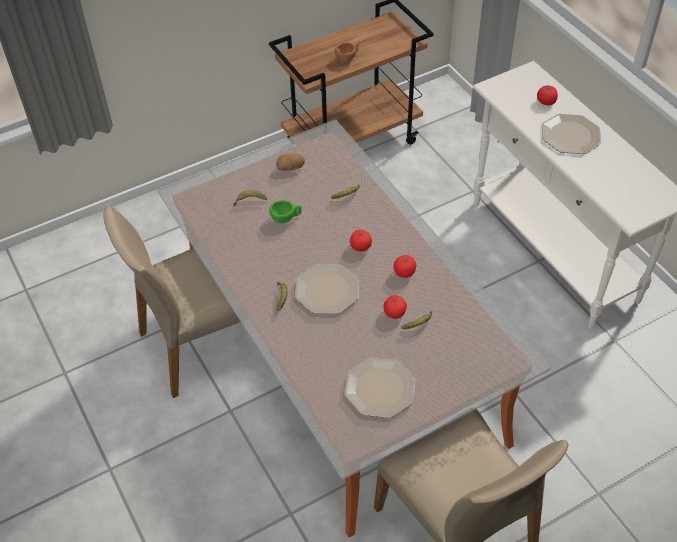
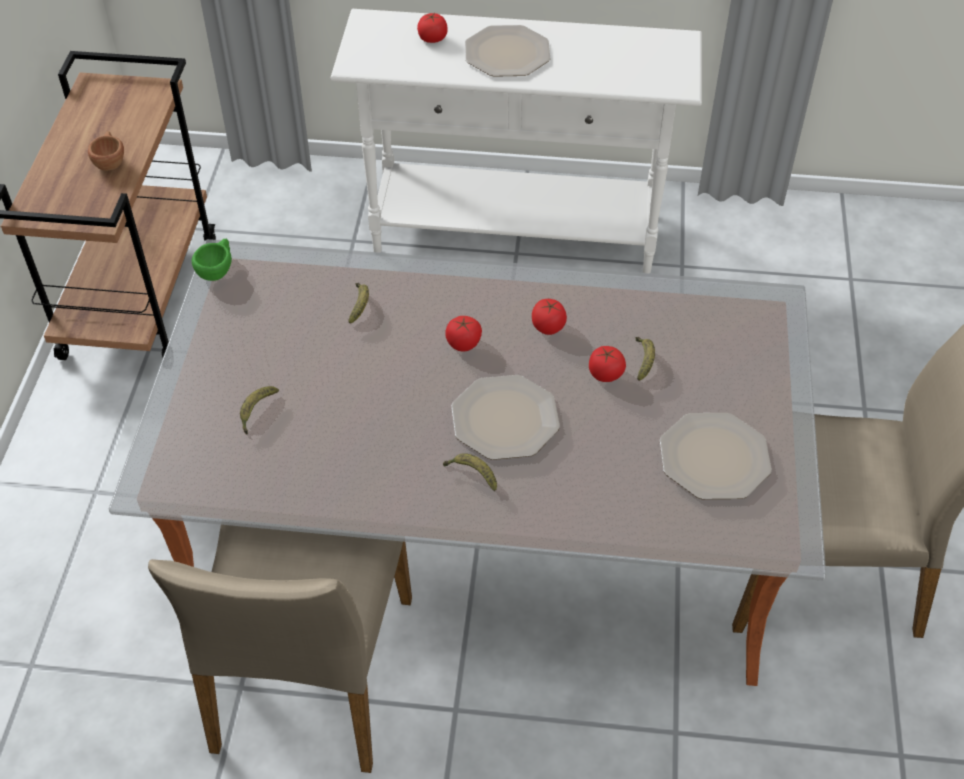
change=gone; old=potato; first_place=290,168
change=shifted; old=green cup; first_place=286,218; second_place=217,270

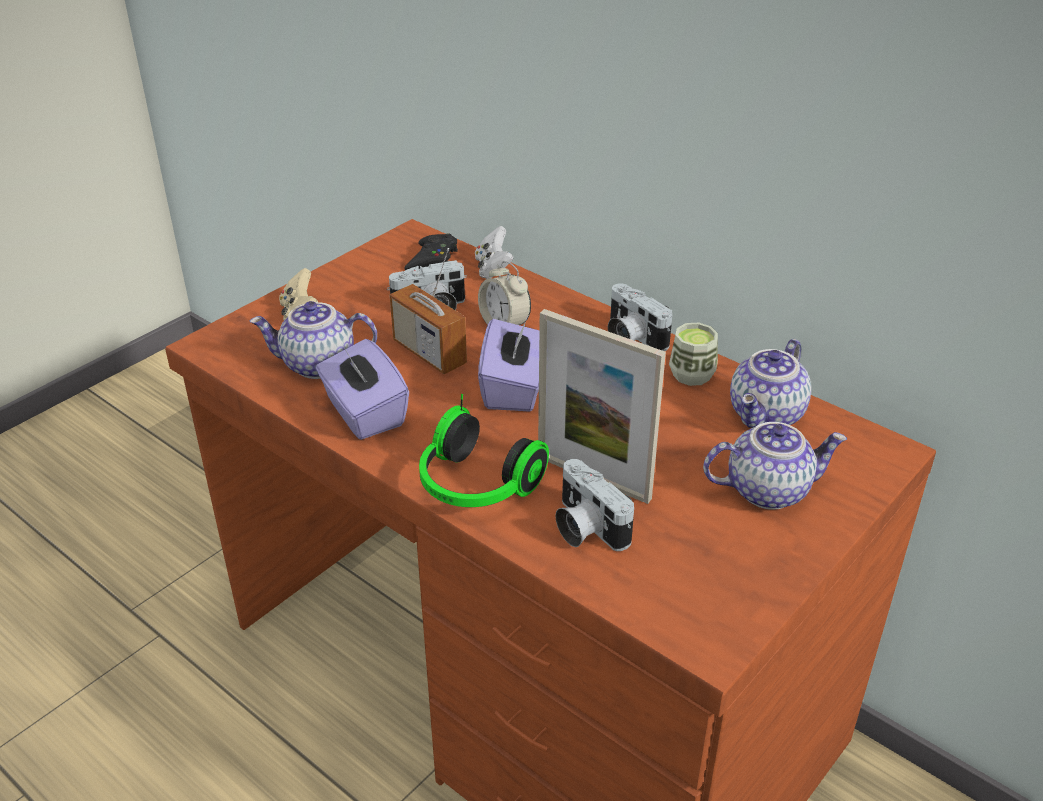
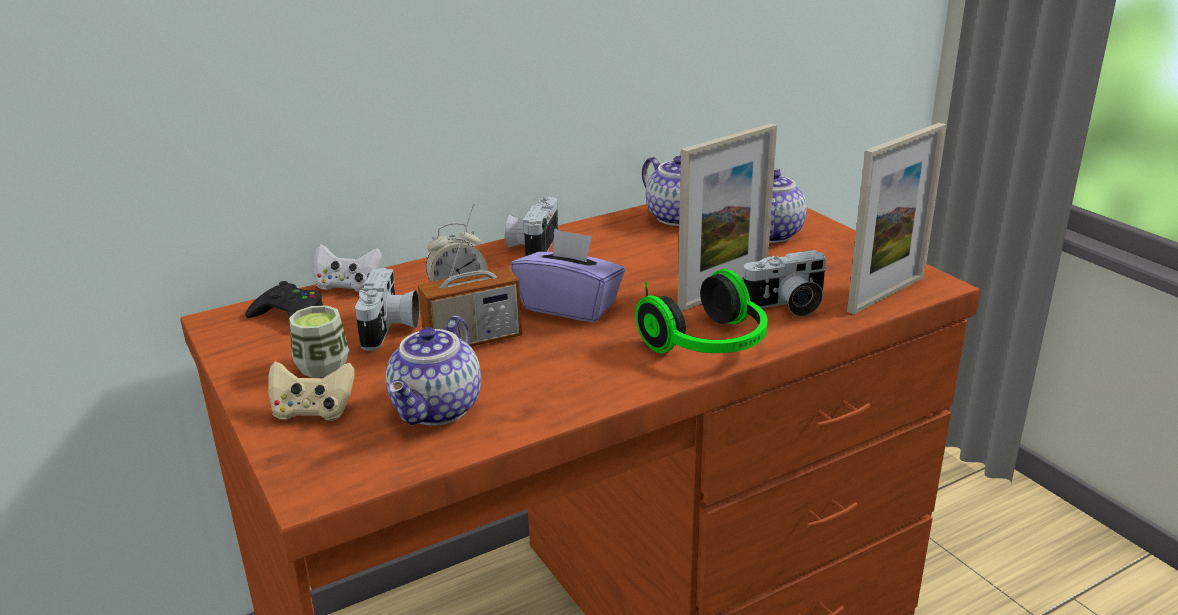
change=gone; old=purple tissue box; first_place=364,413
change=new; new=picture frame; second_place=886,294
change=shifted; old=cup; first_place=691,374; second_place=322,366
change=rotated; old=photo camera; first_place=630,337; second_place=532,245; degrees=120

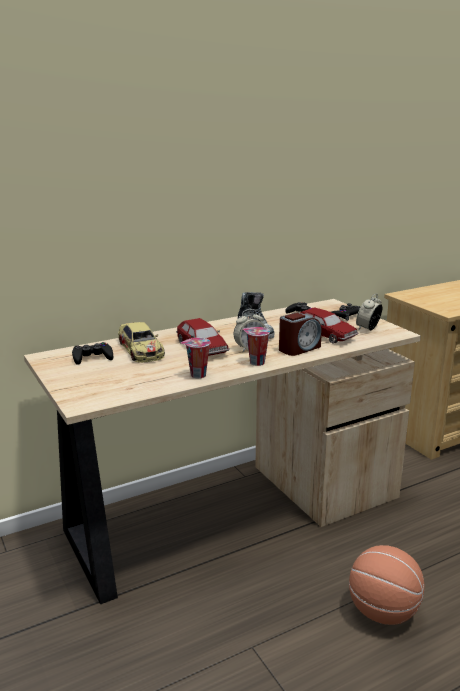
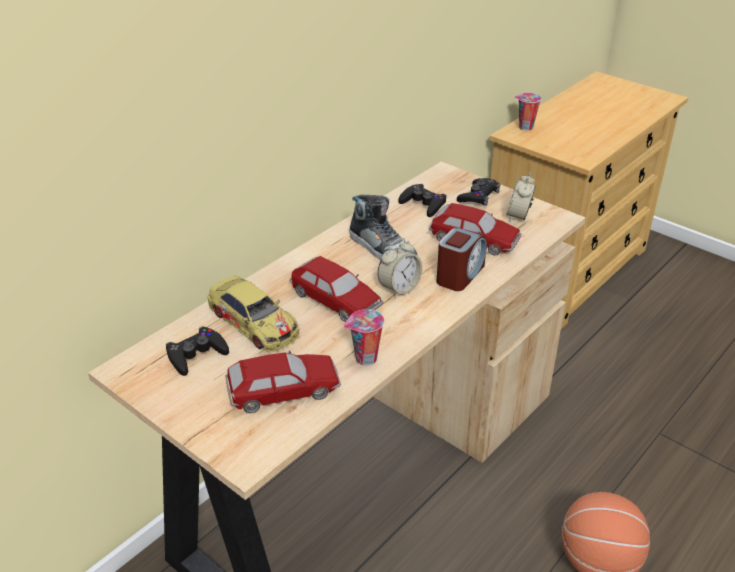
change=new; new=toy car; second_place=283,390
change=shifted; old=cup; first_place=256,363; second_place=524,127

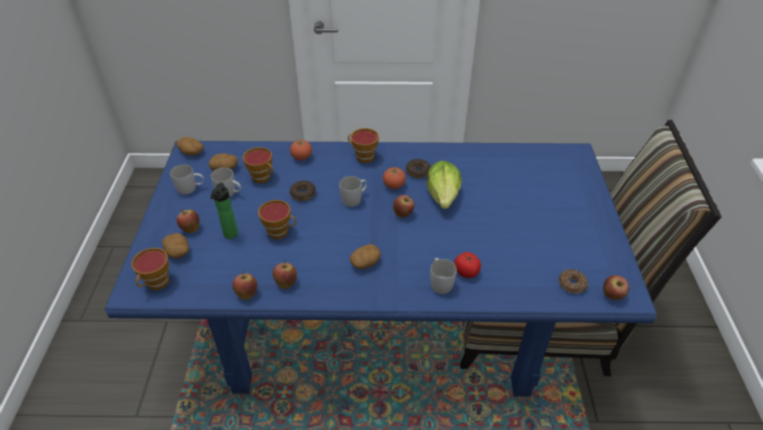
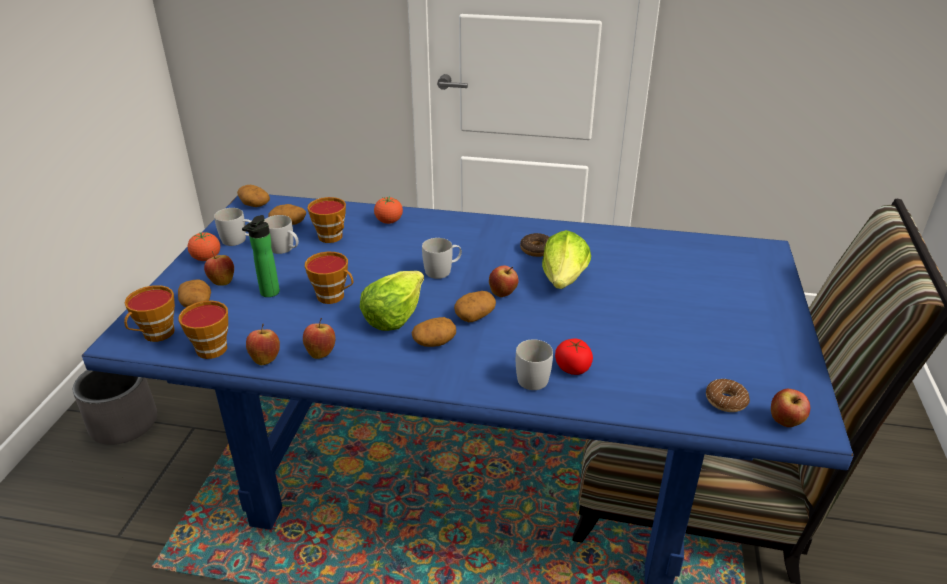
change=gone; old=donut; first_place=303,194
change=new; new=grey planter; second_place=124,423
change=new; new=lettuce; second_place=393,315
change=new; new=potato; second_place=475,315
change=shifted; old=cup; first_place=362,156; second_place=208,348
change=shifted; old=tomato; first_place=394,186; second_place=206,258

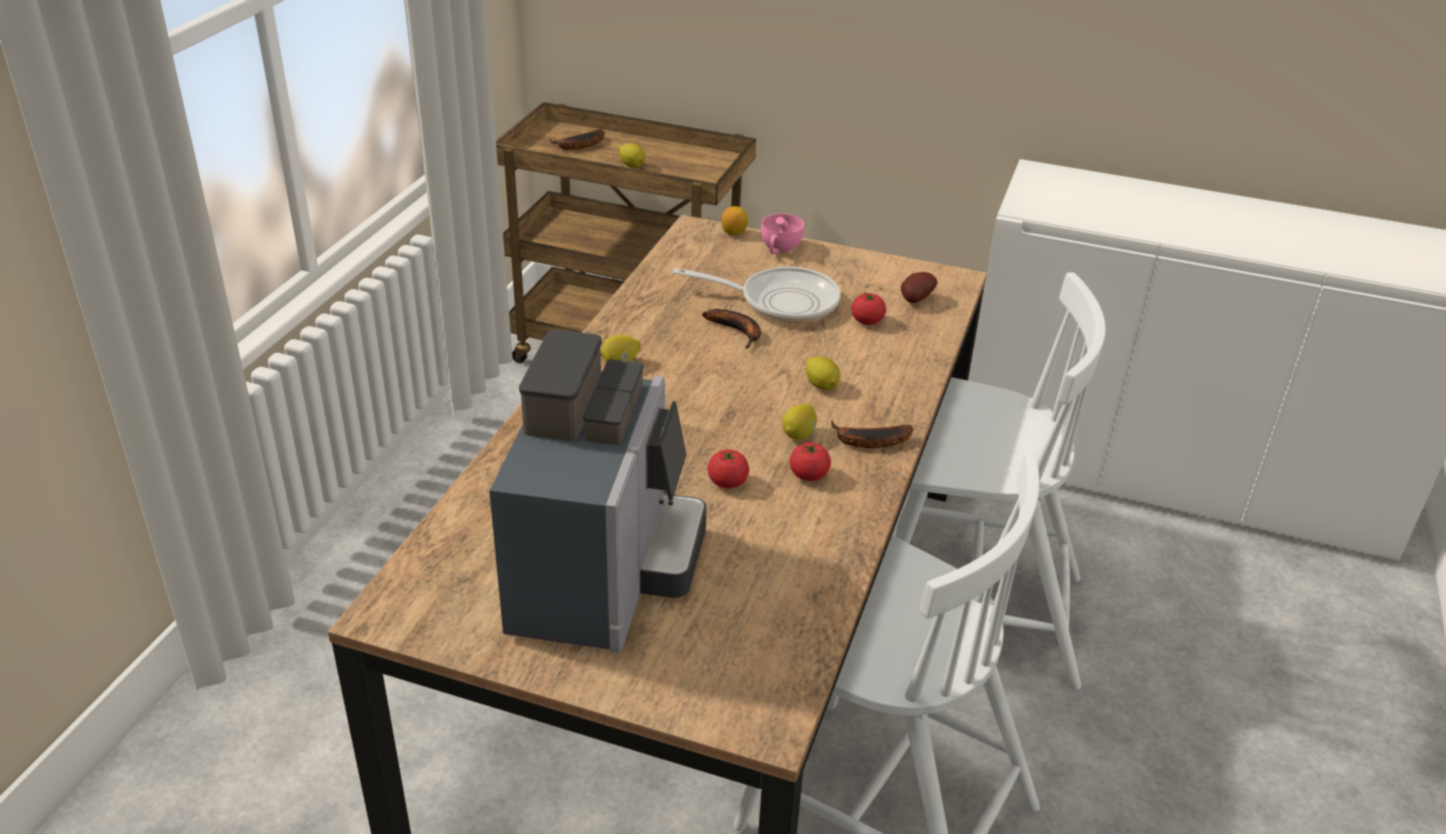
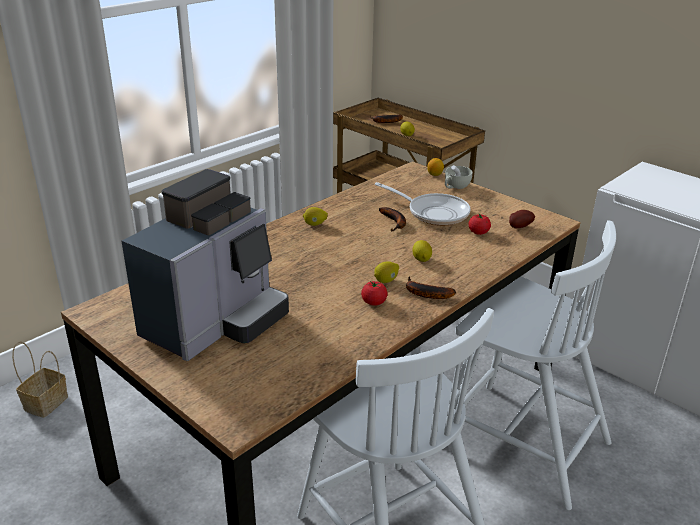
change=gone; old=tomato; first_place=727,482
change=new; new=basket; second_place=46,402
change=repainted; old=pink cup; new=white cup; first_place=779,249; second_place=455,187

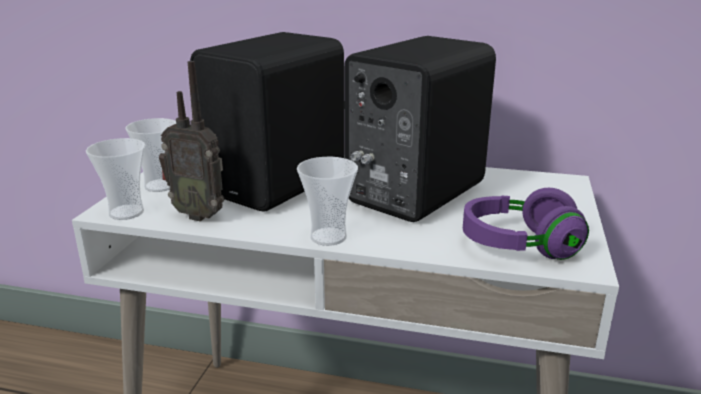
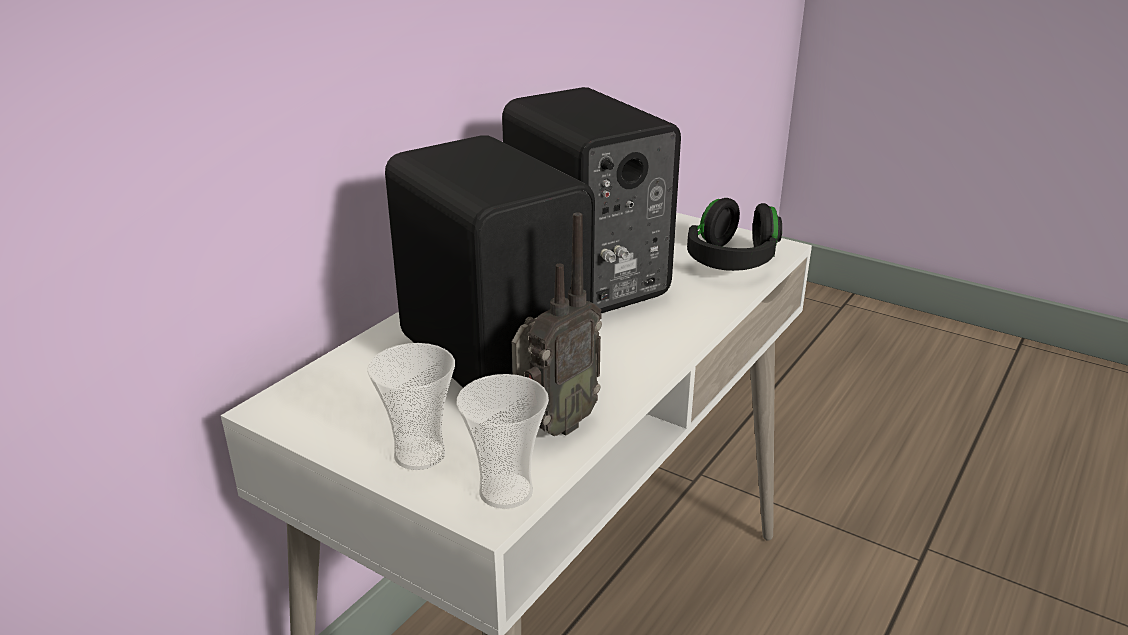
change=gone; old=cup; first_place=328,237
change=repainted; old=purple headphones; new=black headphones; first_place=519,245; second_place=731,261

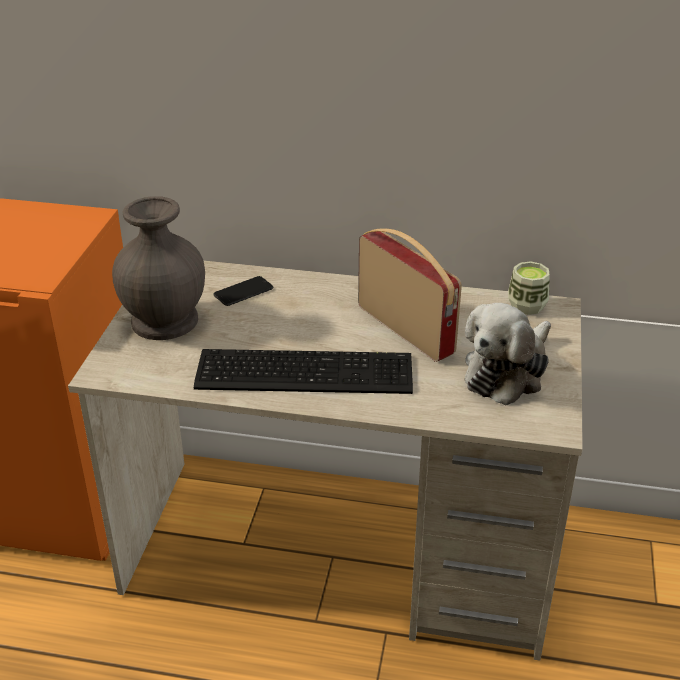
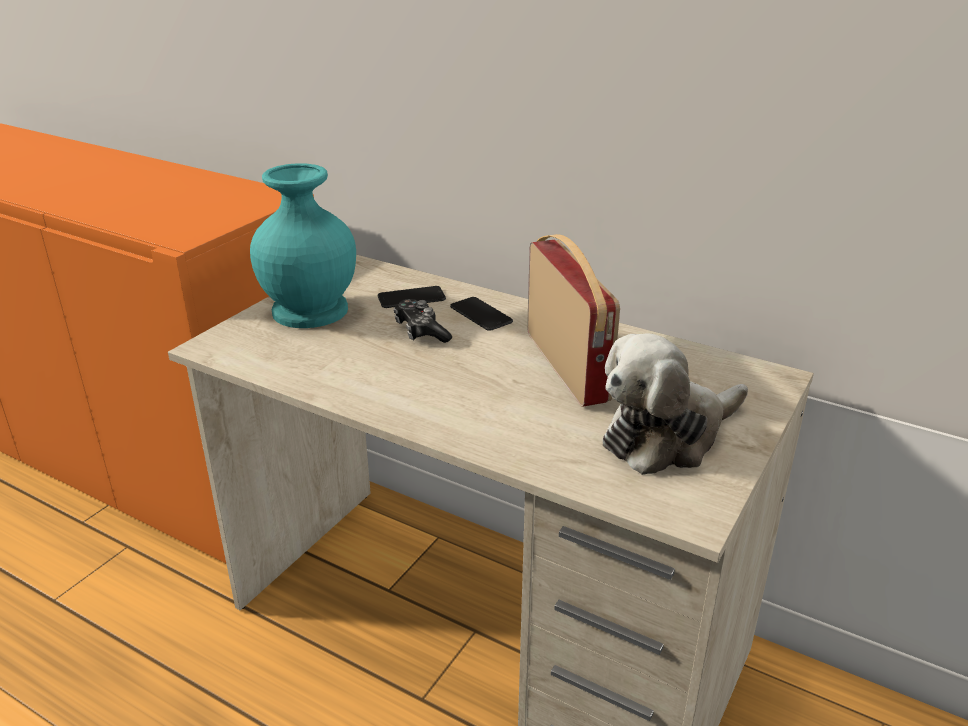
change=gone; old=keyboard; first_place=302,369
change=gone; old=cup; first_place=526,306
change=new; new=game controller; second_place=421,331
change=new; new=phone; second_place=481,315
change=repainted; old=grey vase; new=turquoise vase; first_place=167,321; second_place=312,311

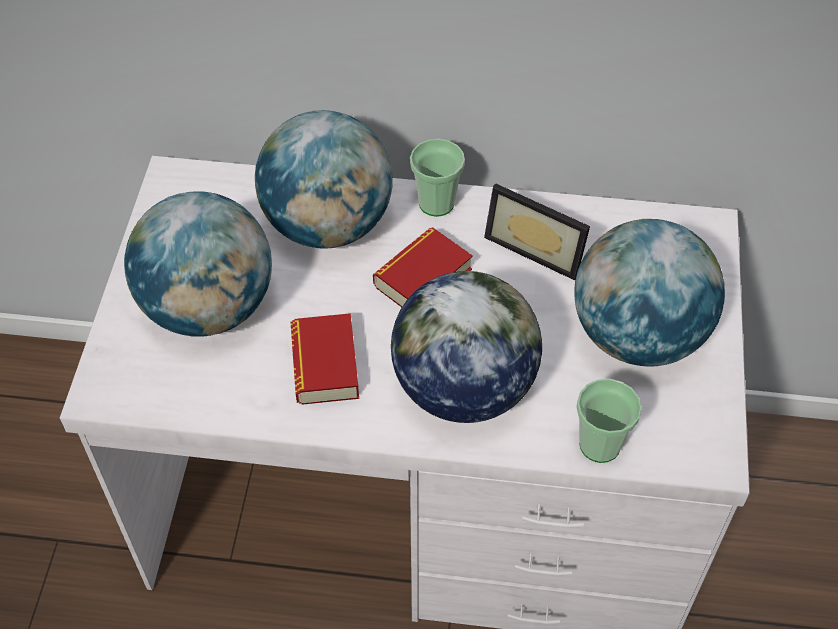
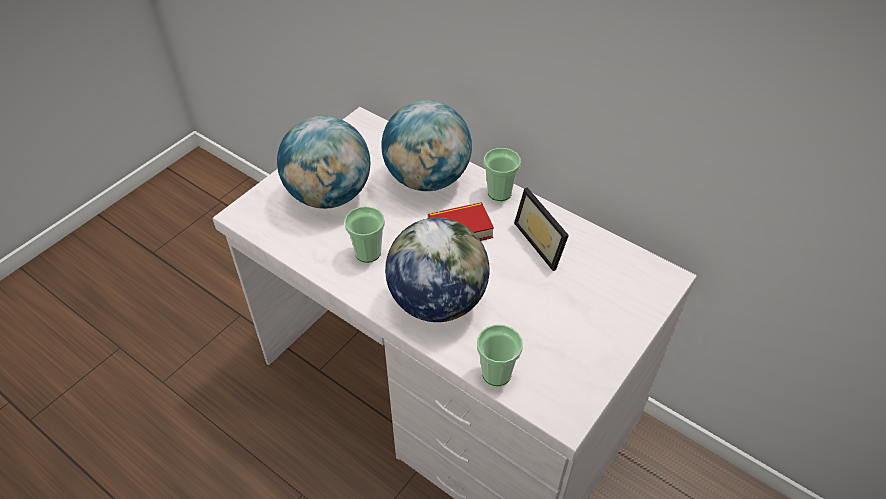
change=gone; old=globe; first_place=637,335
change=swapped; old=book; new=cup; first_place=325,365; second_place=368,253

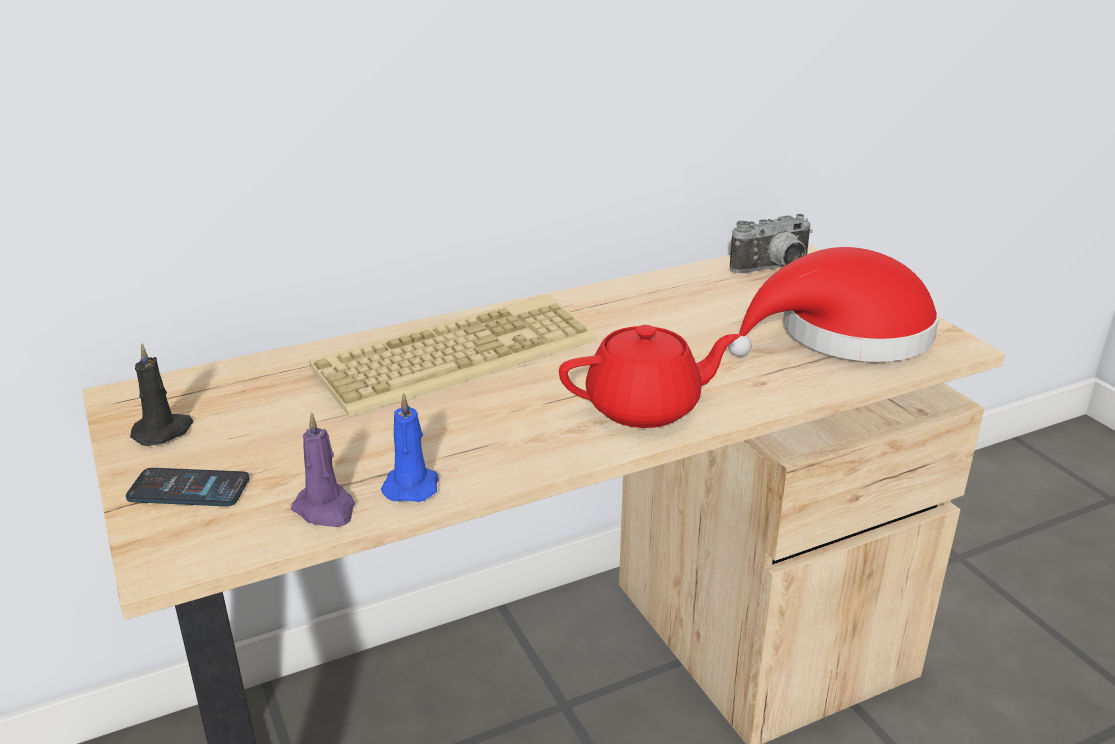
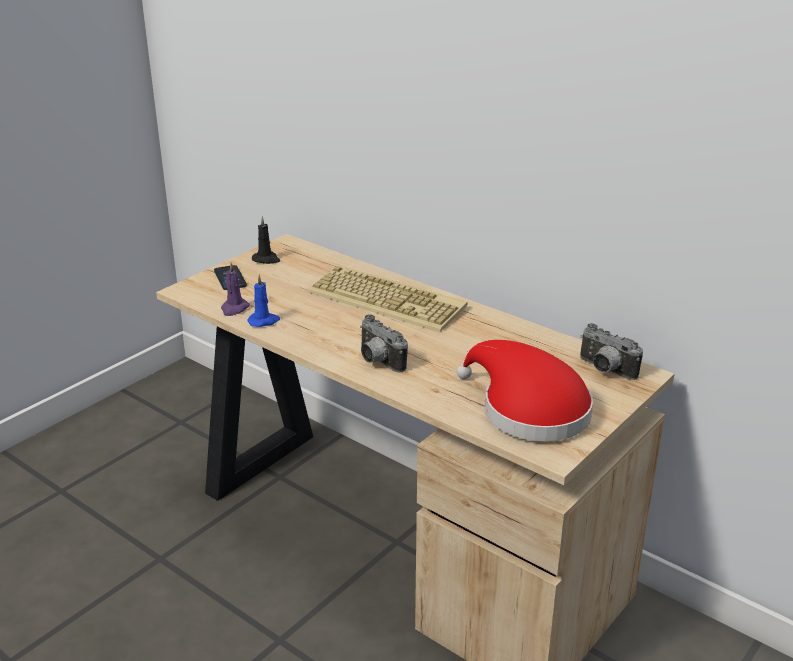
change=swapped; old=red teapot; new=photo camera; first_place=645,407; second_place=377,361

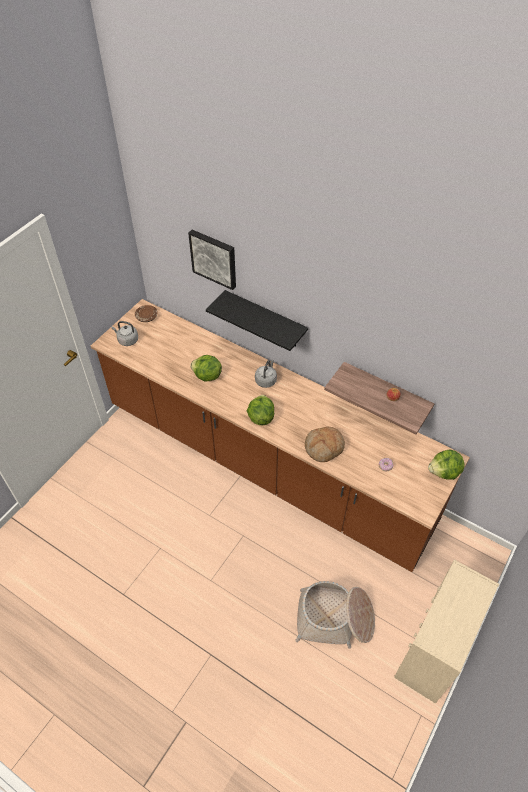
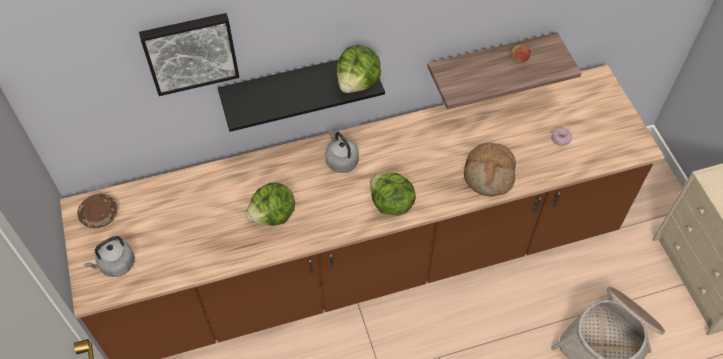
change=shifted; old=lettuce; first_place=444,472; second_place=358,83

